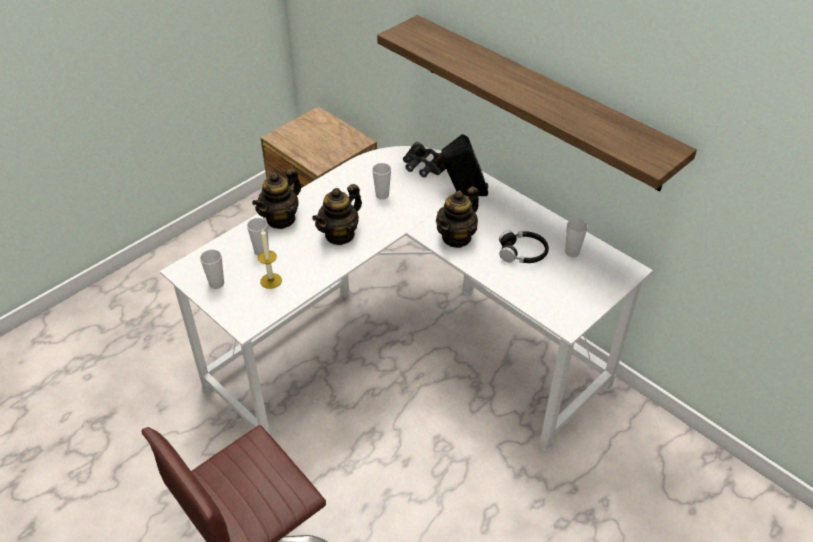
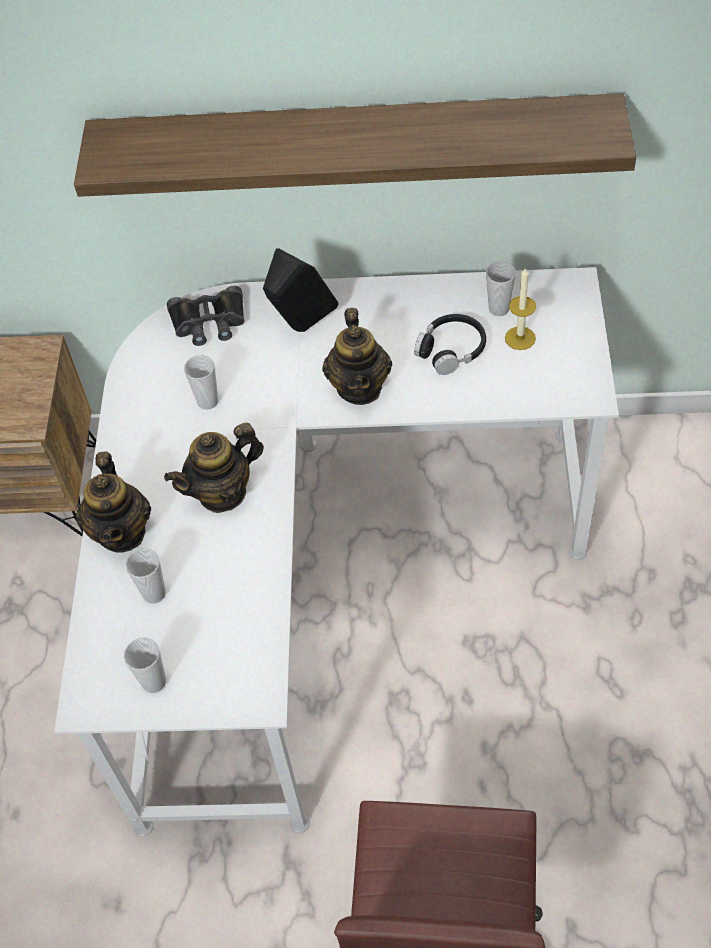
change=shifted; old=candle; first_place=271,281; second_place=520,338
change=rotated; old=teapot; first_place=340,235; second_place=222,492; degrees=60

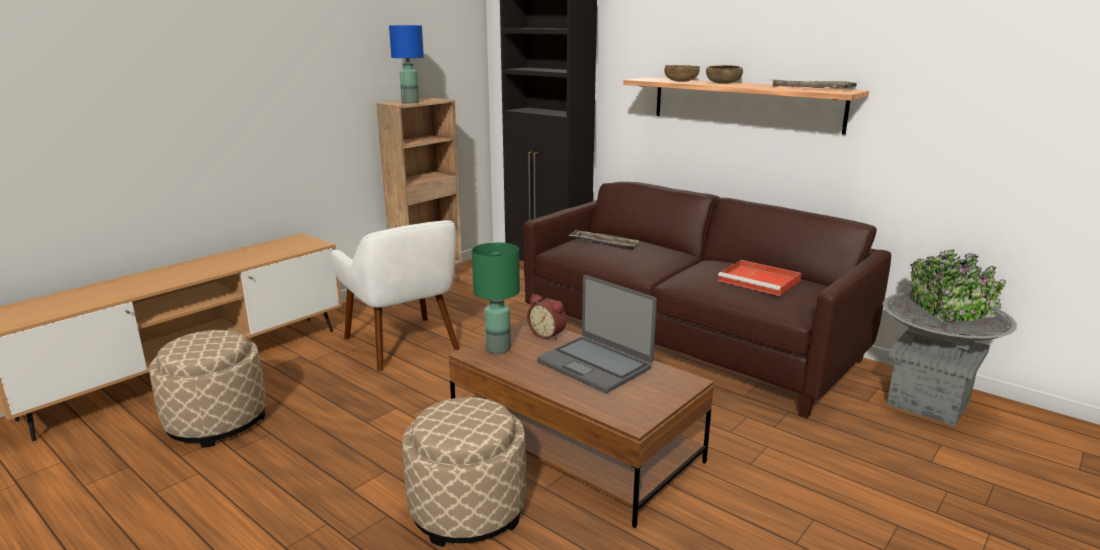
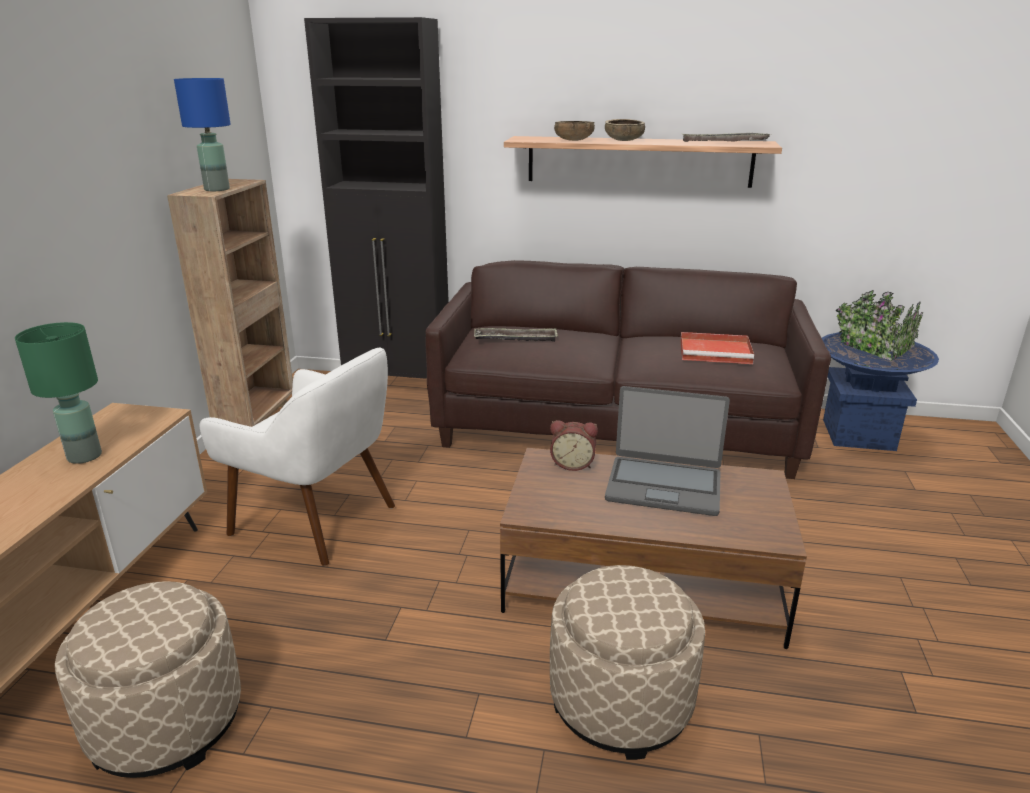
change=shifted; old=green table lamp; first_place=497,349; second_place=84,457
change=repainted; old=grey planter; new=blue planter; first_place=928,402; second_place=858,434

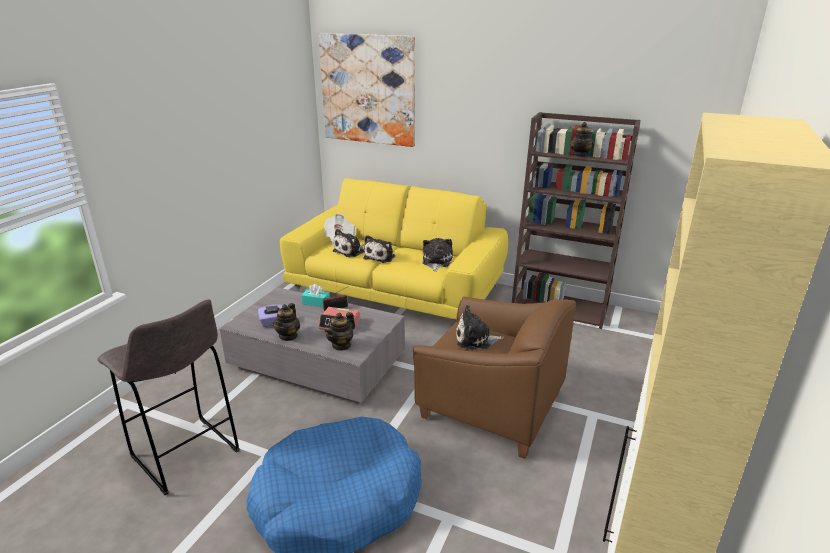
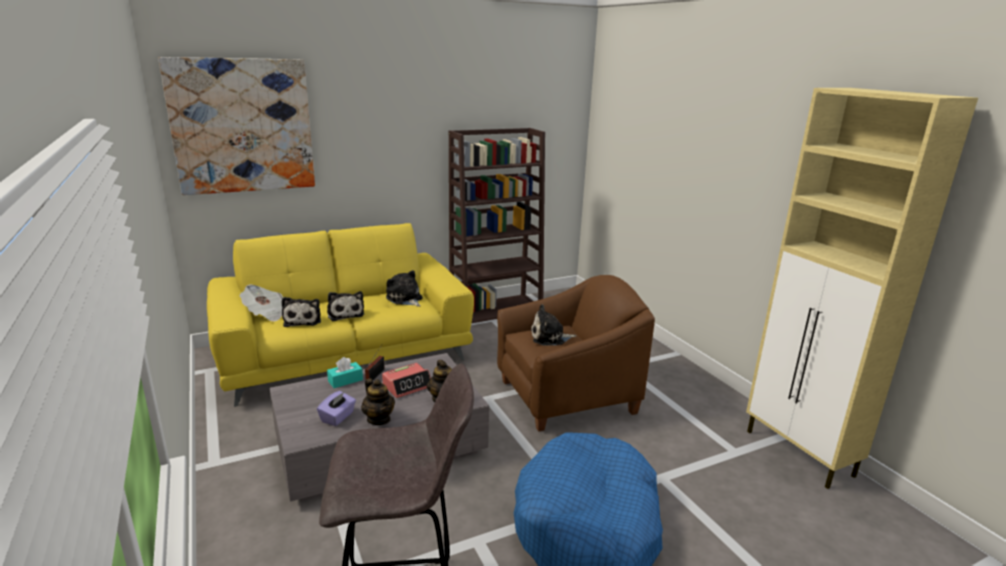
change=gone; old=teapot; first_place=580,155
change=rotated; old=plush toy; first_place=475,339; second_place=550,337; degrees=45

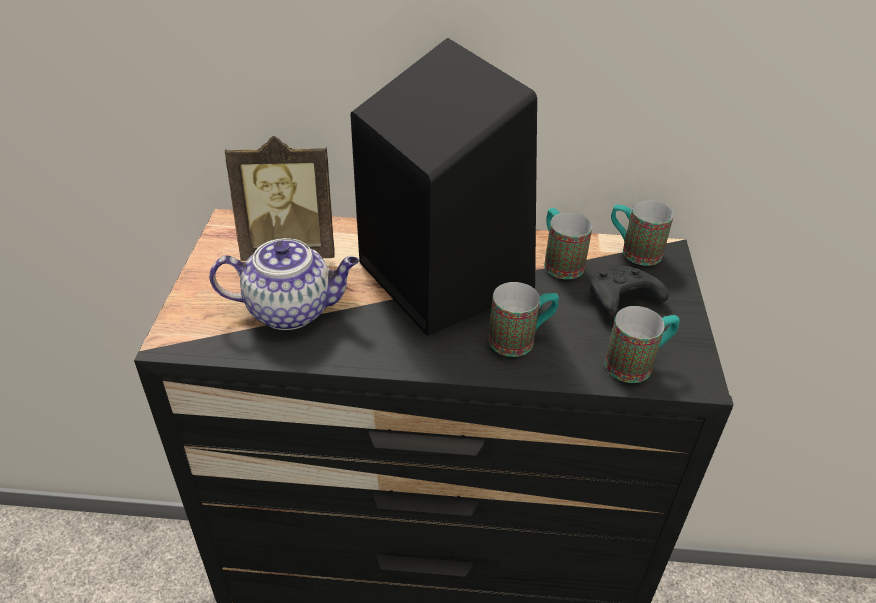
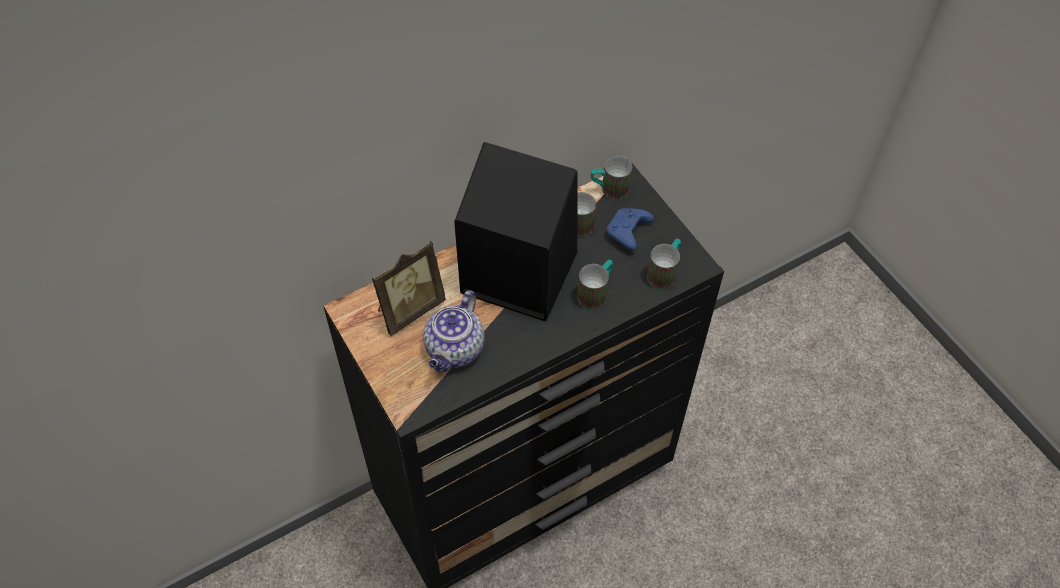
change=repainted; old=black game controller; new=blue game controller; first_place=621,300; second_place=628,233
change=rotated; old=teapot; first_place=292,310; second_place=455,350; degrees=150

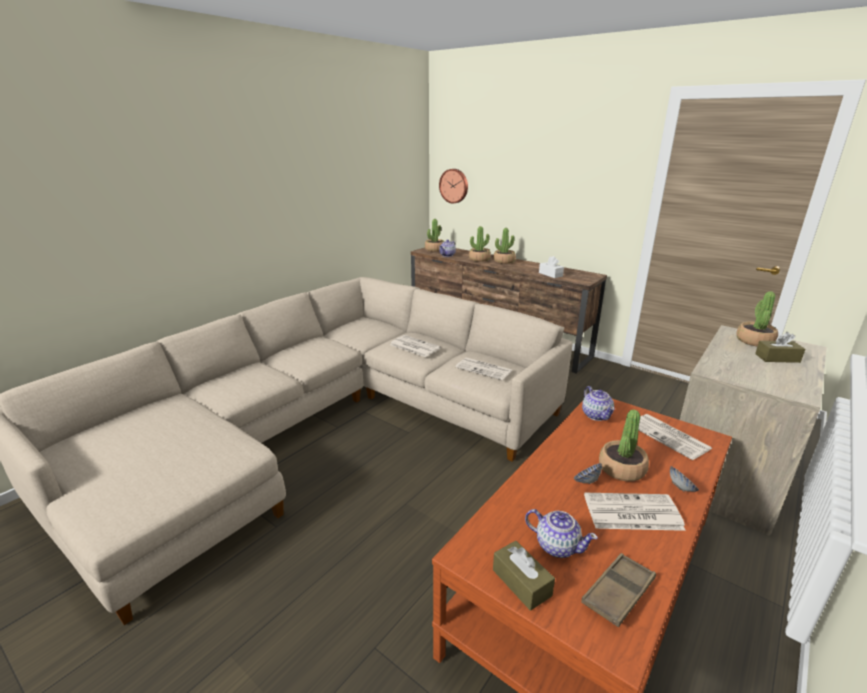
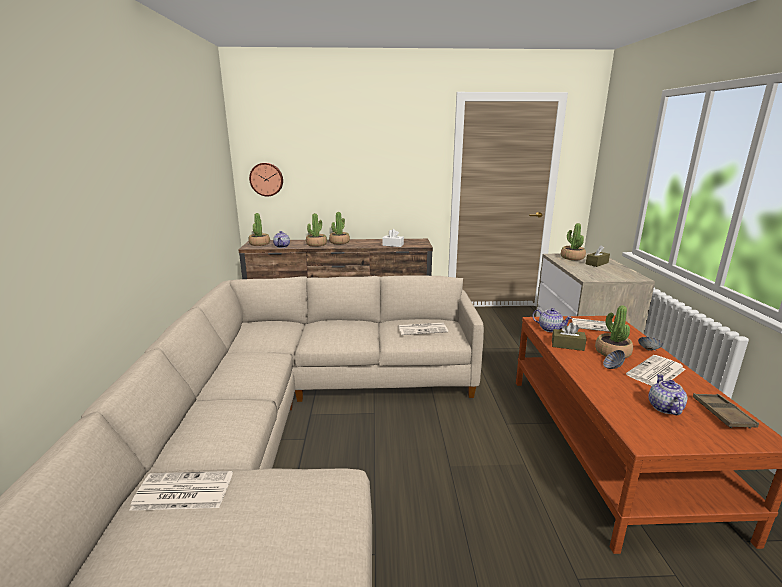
change=shifted; old=newspaper; first_place=414,346; second_place=182,492
change=shifted; old=brown tissue box; first_place=521,582; second_place=567,345
change=rotated; old=teapot; first_place=556,545; second_place=664,408; degrees=-75

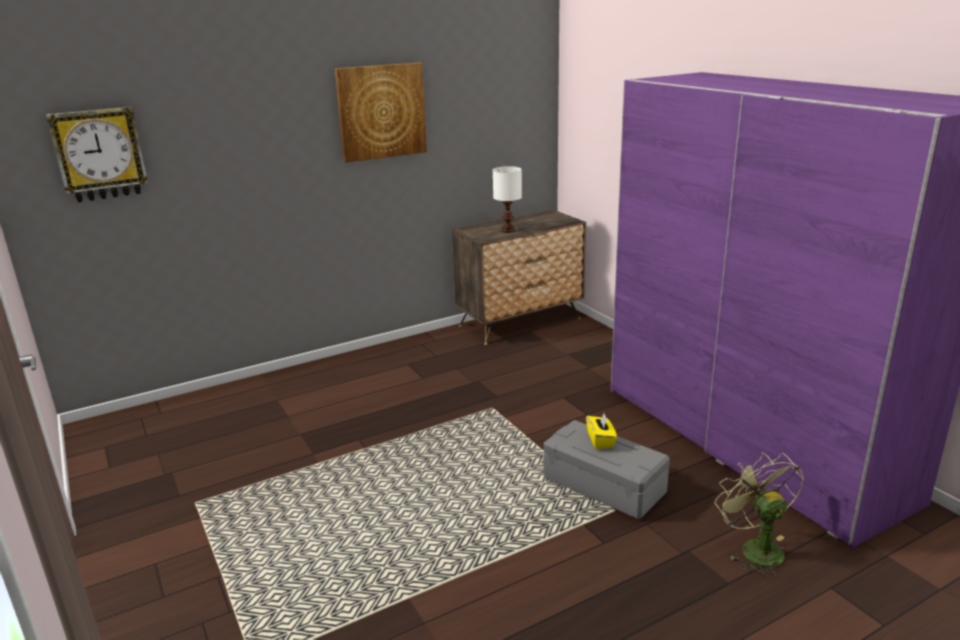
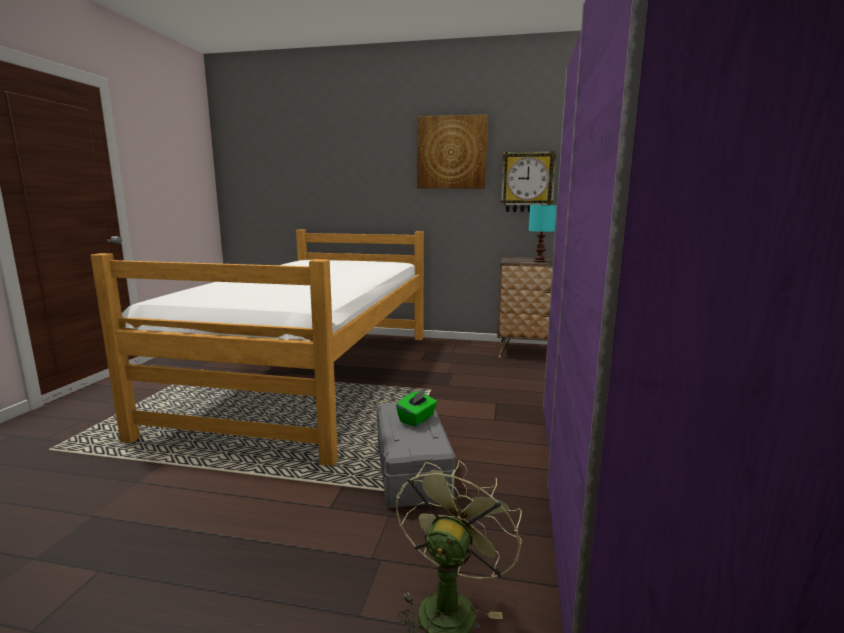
change=new; new=bed; second_place=315,376
change=shifted; old=wall clock; first_place=99,154; second_place=527,182
change=repainted; old=white table lamp; new=turquoise table lamp; first_place=507,230; second_place=539,261
change=repainted; old=yellow tissue box; new=green tissue box; first_place=601,440; second_place=417,419

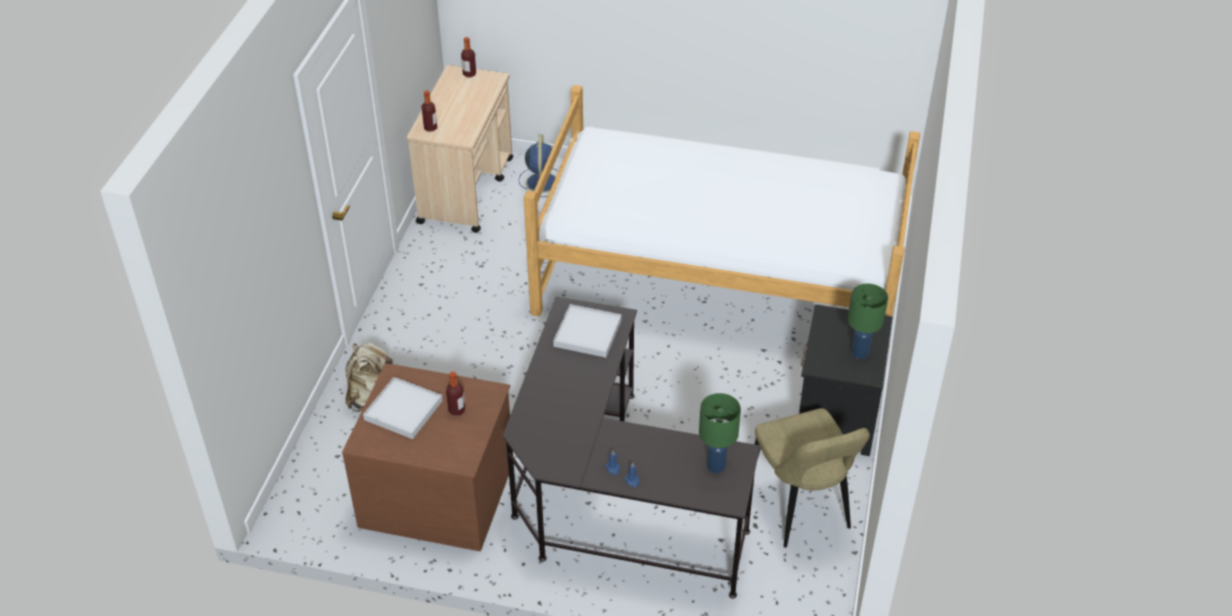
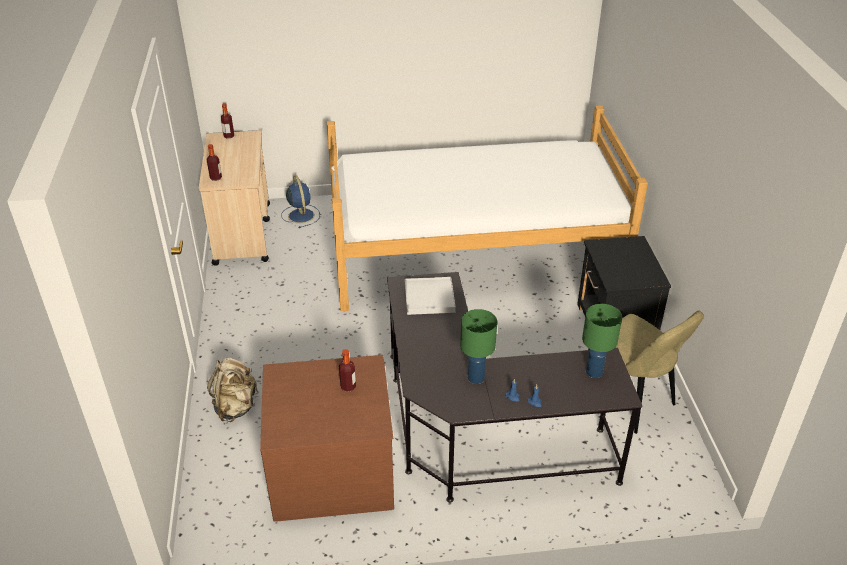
change=gone; old=white tray; first_place=403,410
change=shifted; old=green table lamp; first_place=859,352; second_place=475,377

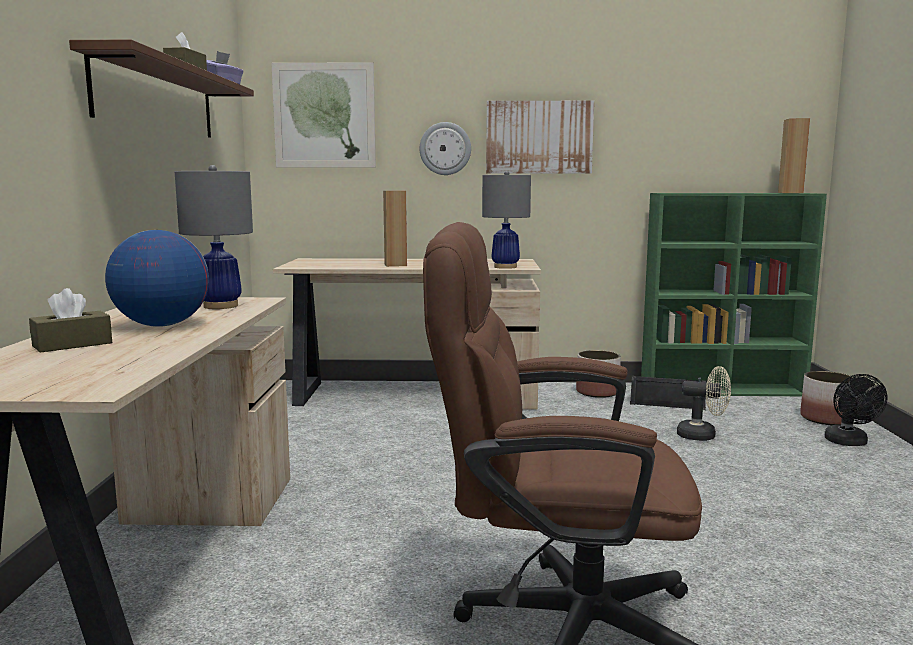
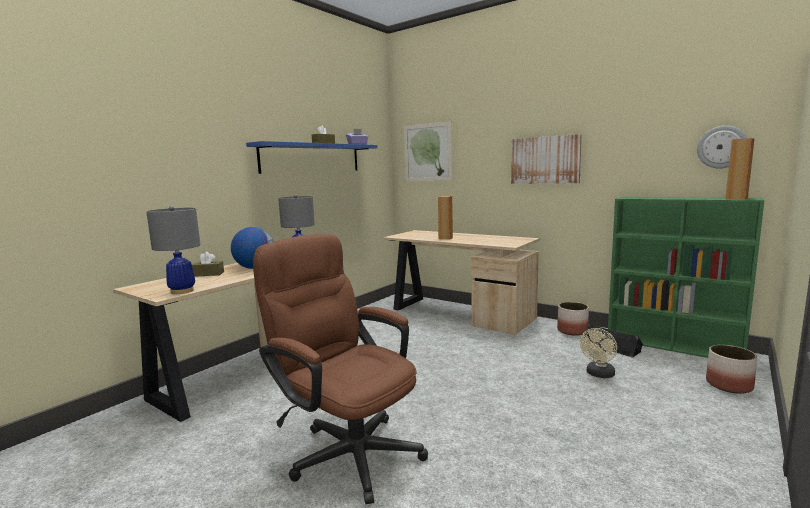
change=gone; old=black fan; first_place=849,443
change=shifted; old=wall clock; first_place=445,148; second_place=722,147
change=shifted; old=grey table lamp; first_place=505,267; second_place=182,291
change=repainted; old=brown shelf; new=blue shelf; first_place=158,99; second_place=312,158
change=rotated; old=beige fan; first_place=703,436; second_place=599,374; degrees=75

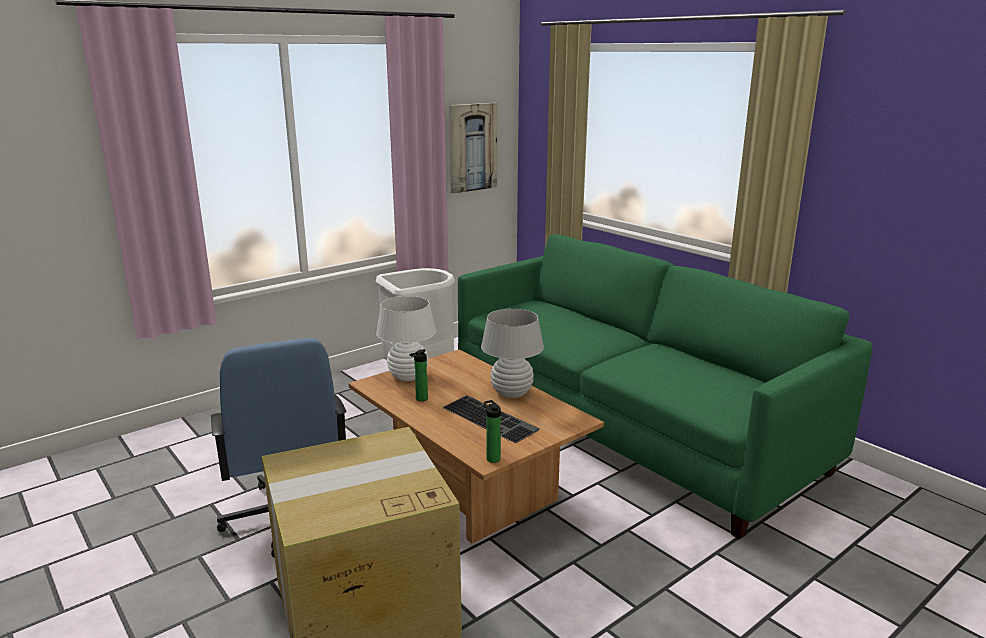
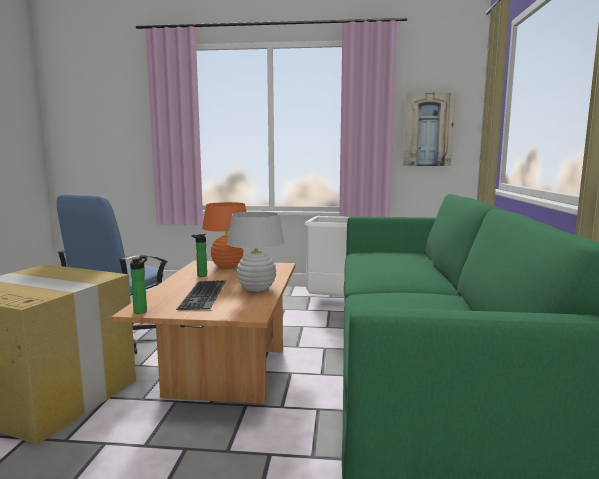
change=repainted; old=white table lamp; new=orange table lamp; first_place=408,376; second_place=227,266

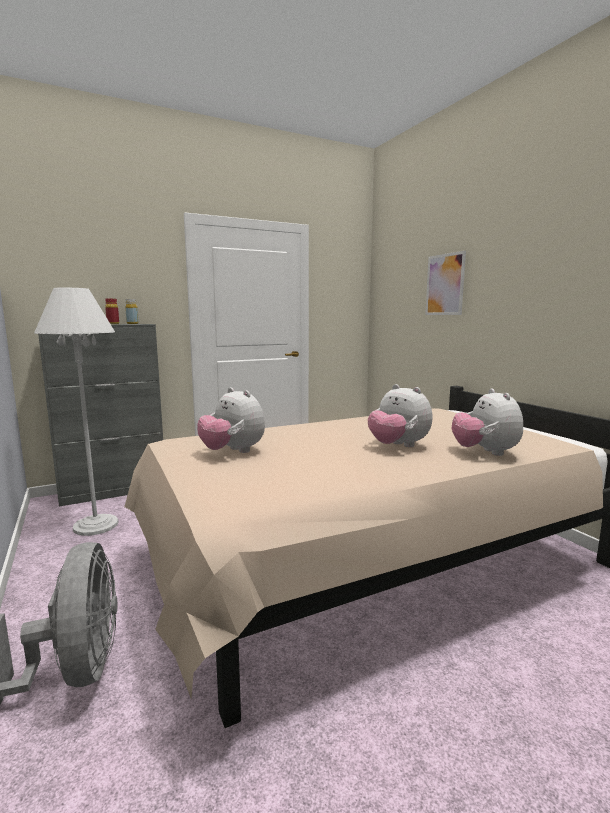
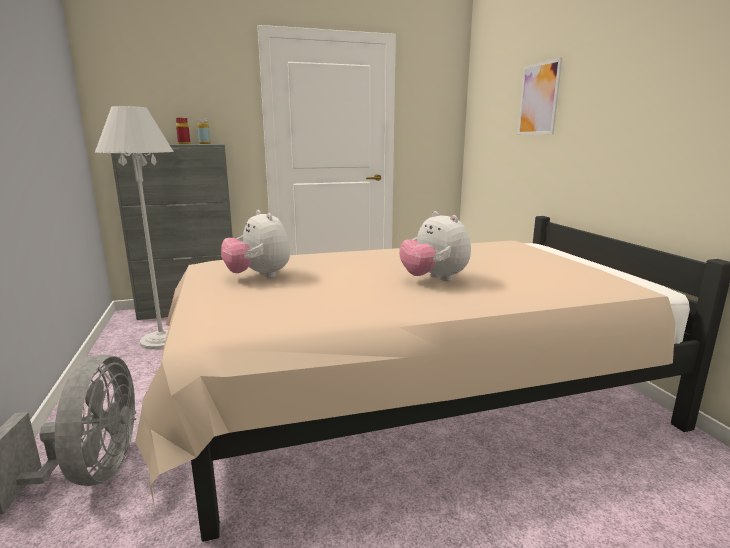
change=gone; old=plush toy; first_place=485,452

